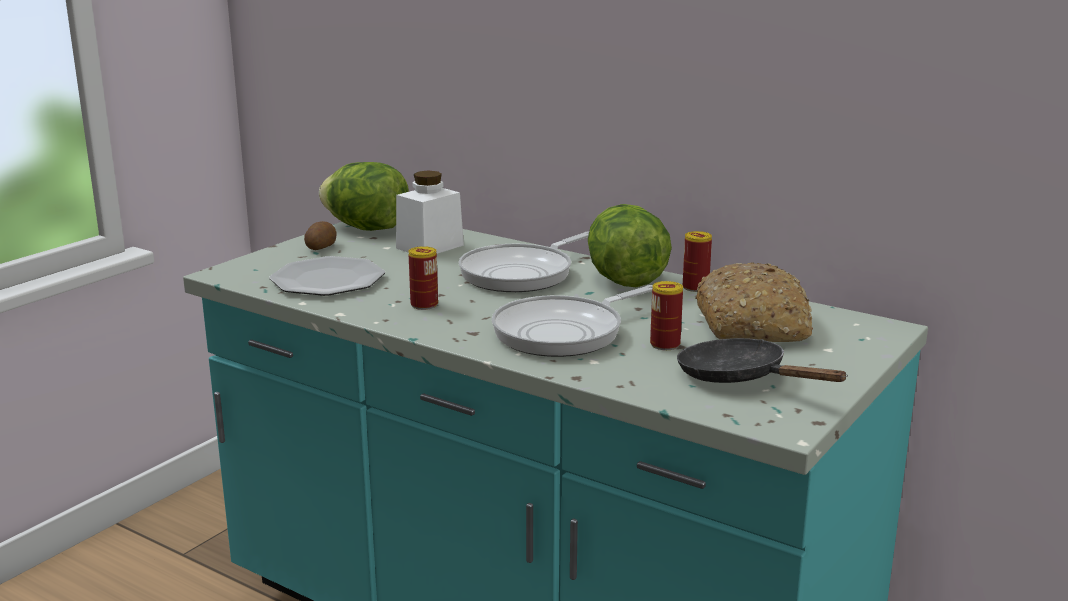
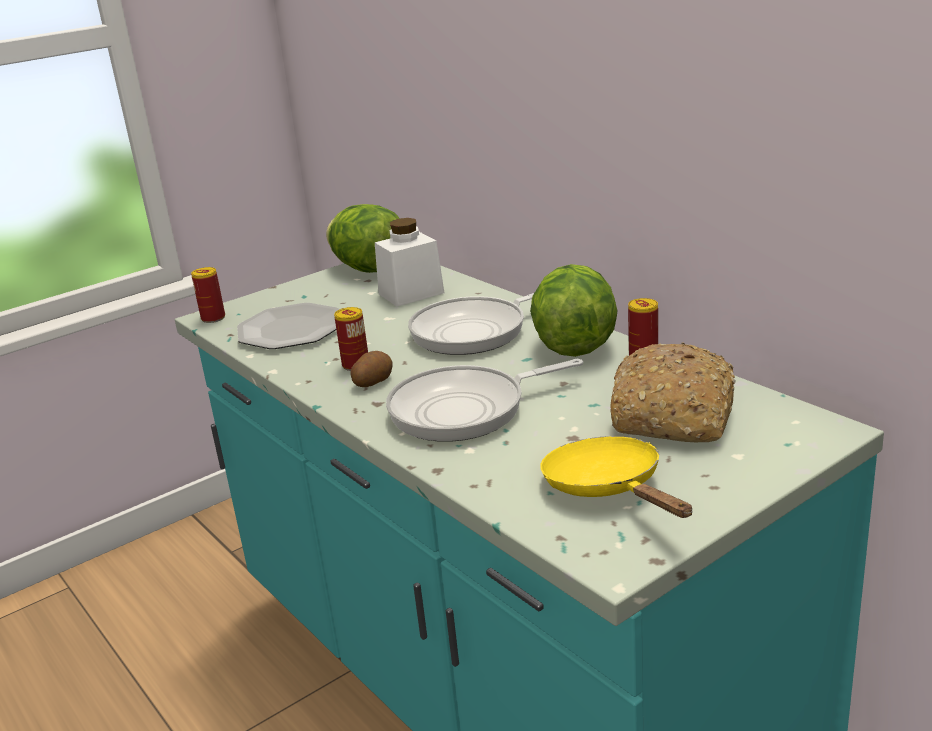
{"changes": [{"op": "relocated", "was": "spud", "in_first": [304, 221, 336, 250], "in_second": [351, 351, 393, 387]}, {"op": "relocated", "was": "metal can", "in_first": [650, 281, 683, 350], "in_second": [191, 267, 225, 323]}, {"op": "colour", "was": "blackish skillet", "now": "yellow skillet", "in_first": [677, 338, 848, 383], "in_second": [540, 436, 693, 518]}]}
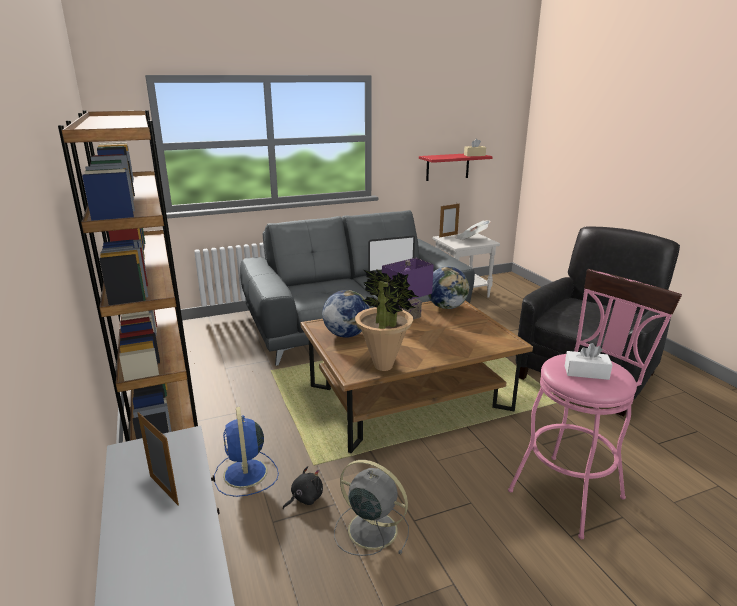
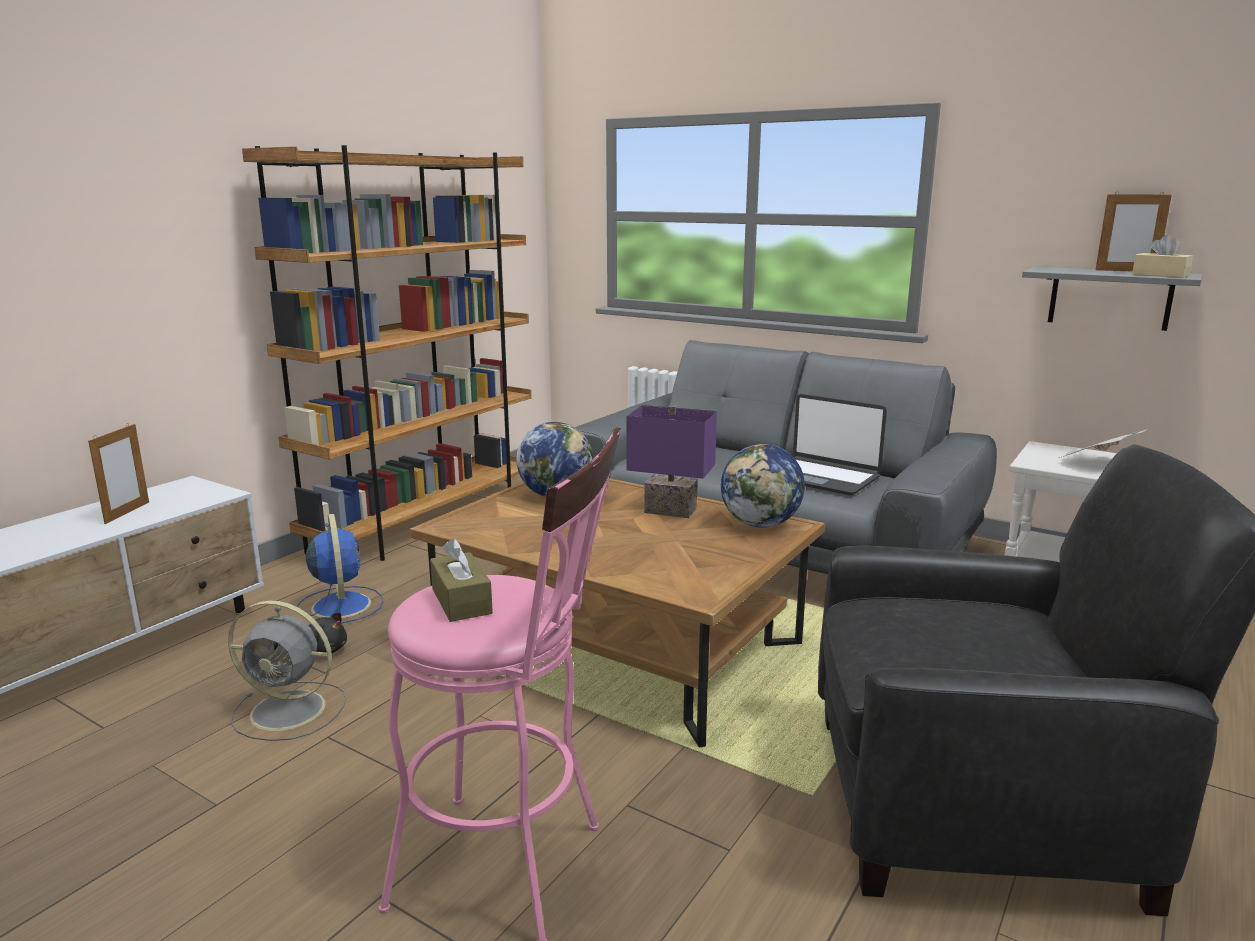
{"changes": [{"op": "spun", "was": "blue cooling fan", "in_first": [214, 407, 279, 497], "in_second": [297, 514, 383, 624], "clockwise": 120}, {"op": "spun", "was": "grey cooling fan", "in_first": [334, 460, 409, 556], "in_second": [228, 600, 346, 741], "clockwise": 105}, {"op": "missing", "was": "houseplant", "in_first": [355, 269, 418, 371]}, {"op": "colour", "was": "red-coloured shelf", "now": "grey shelf", "in_first": [419, 154, 493, 181], "in_second": [1022, 267, 1203, 331]}, {"op": "relocated", "was": "standing frame", "in_first": [439, 204, 460, 238], "in_second": [1096, 192, 1172, 271]}, {"op": "colour", "was": "white tissue holder", "now": "brown tissue holder", "in_first": [565, 343, 612, 380], "in_second": [430, 538, 493, 622]}]}
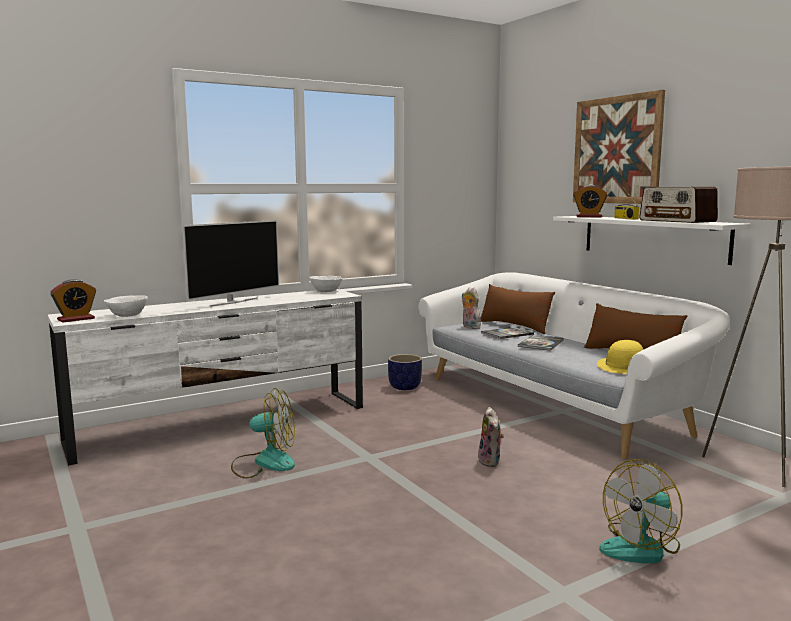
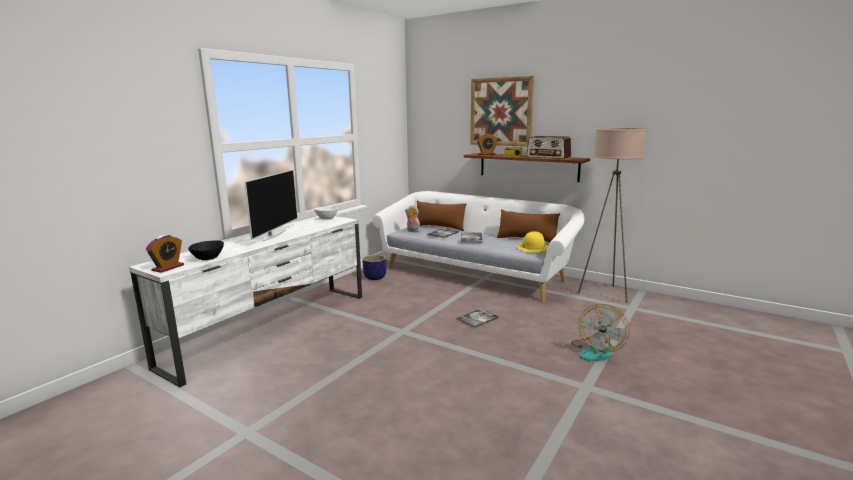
{"changes": [{"op": "colour", "was": "white deep dish", "now": "blackish deep dish", "in_first": [104, 295, 148, 317], "in_second": [188, 240, 224, 260]}, {"op": "missing", "was": "cooling fan", "in_first": [231, 388, 295, 478]}, {"op": "exchanged", "was": "cuddly toy", "now": "book", "in_first": [478, 407, 504, 467], "in_second": [456, 309, 499, 328]}, {"op": "colour", "was": "white shelf", "now": "brown shelf", "in_first": [553, 216, 751, 265], "in_second": [464, 153, 591, 182]}]}
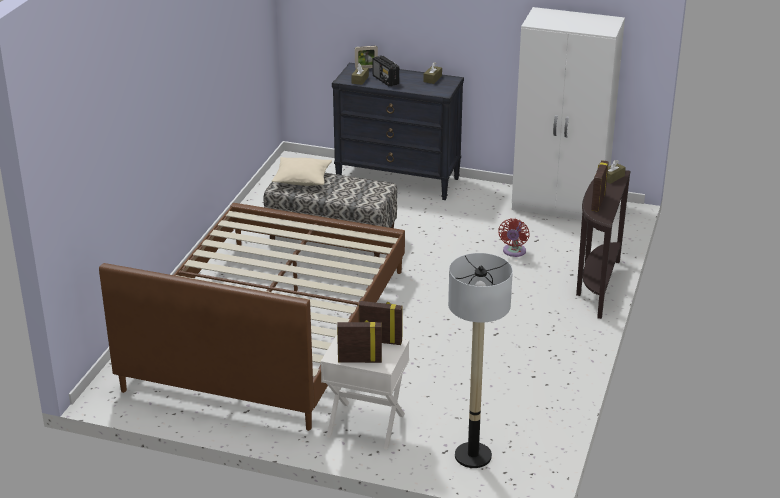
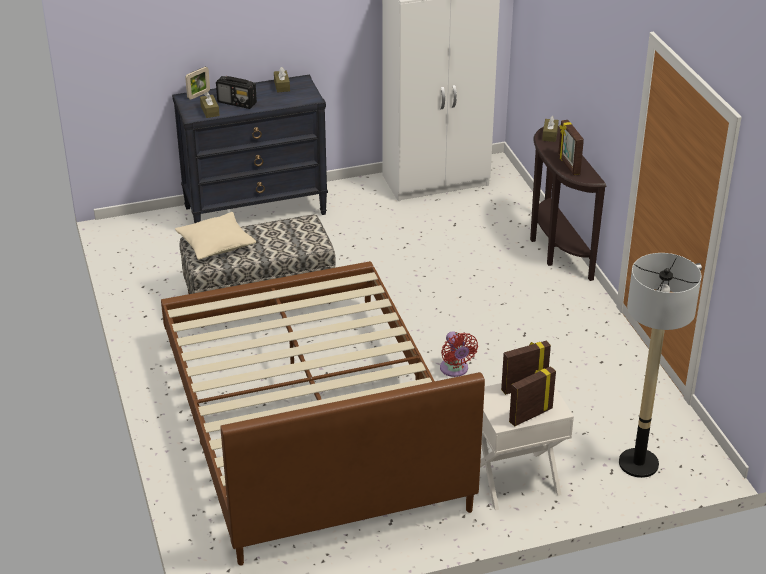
{"changes": [{"op": "relocated", "was": "red-coloured cooling fan", "in_first": [498, 218, 529, 257], "in_second": [440, 331, 478, 377]}]}
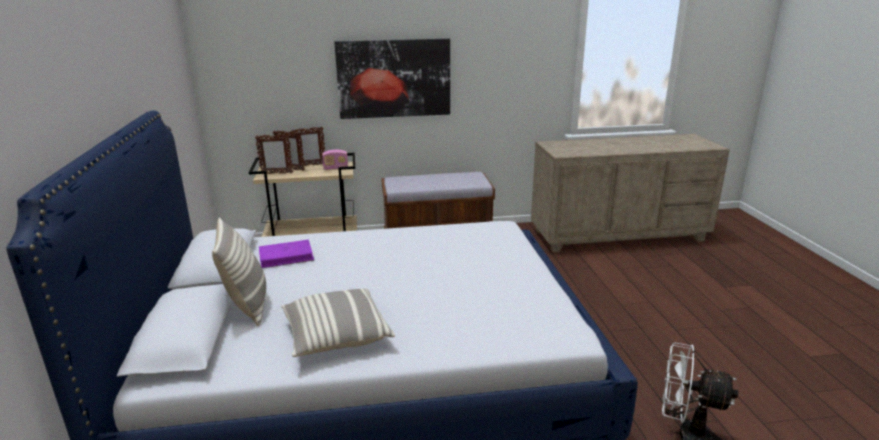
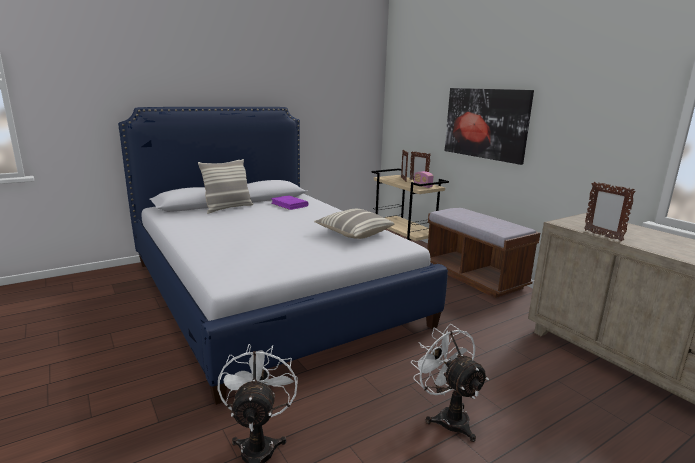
{"changes": [{"op": "relocated", "was": "standing frame", "in_first": [255, 134, 293, 174], "in_second": [584, 182, 636, 241]}, {"op": "relocated", "was": "cushion", "in_first": [281, 289, 395, 357], "in_second": [314, 209, 395, 239]}, {"op": "appeared", "now": "white cooling fan", "in_second": [411, 324, 489, 442]}]}
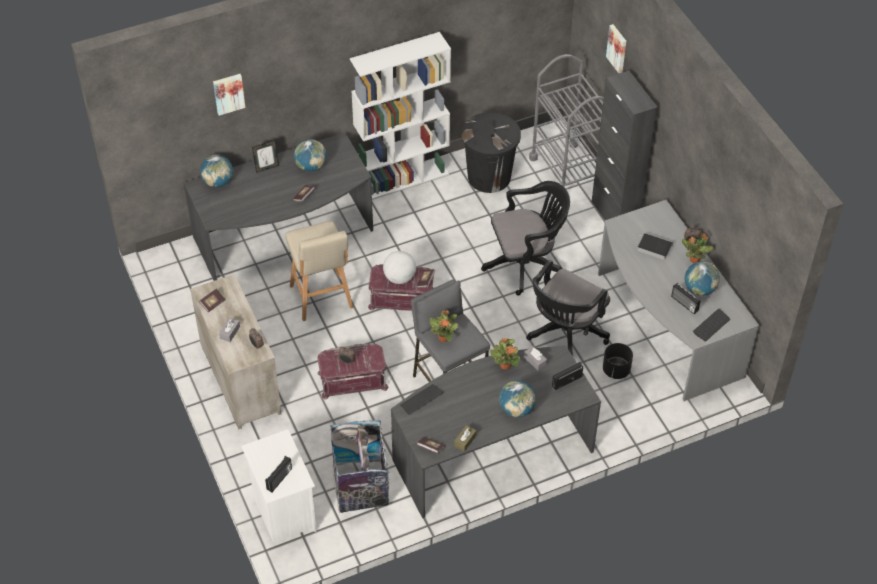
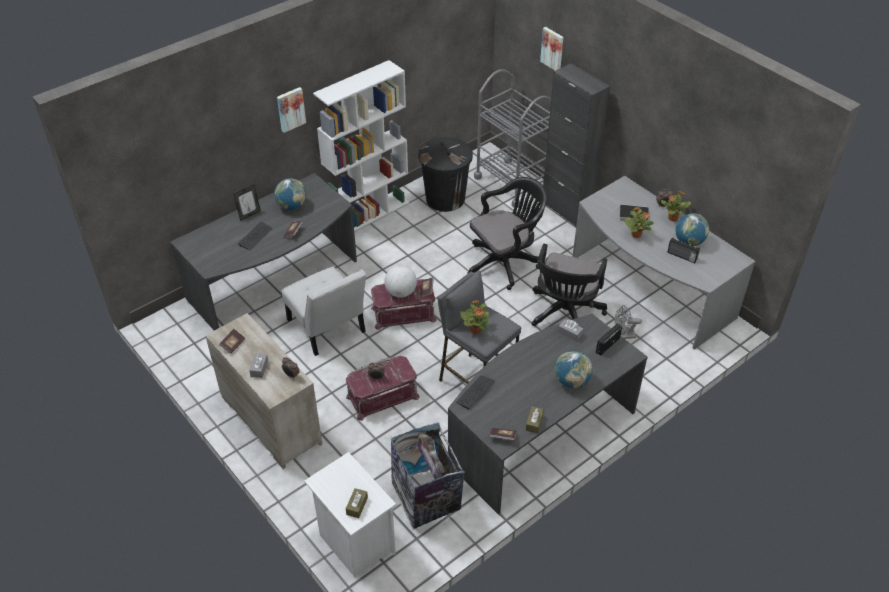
{"changes": [{"op": "missing", "was": "globe", "in_first": [200, 155, 233, 187]}, {"op": "relocated", "was": "wall art", "in_first": [213, 74, 246, 116], "in_second": [277, 87, 306, 133]}, {"op": "exchanged", "was": "radio", "now": "brown tissue holder", "in_first": [265, 456, 292, 493], "in_second": [346, 488, 368, 518]}, {"op": "exchanged", "was": "beige sitting stool", "now": "white plain chair", "in_first": [285, 221, 353, 321], "in_second": [282, 267, 366, 356]}, {"op": "relocated", "was": "houseplant", "in_first": [490, 338, 520, 370], "in_second": [625, 207, 654, 238]}, {"op": "exchanged", "was": "blackish flower pot", "now": "grey cooling fan", "in_first": [603, 343, 633, 379], "in_second": [615, 306, 642, 339]}, {"op": "relocated", "was": "keyboard", "in_first": [693, 309, 730, 342], "in_second": [238, 222, 272, 250]}]}
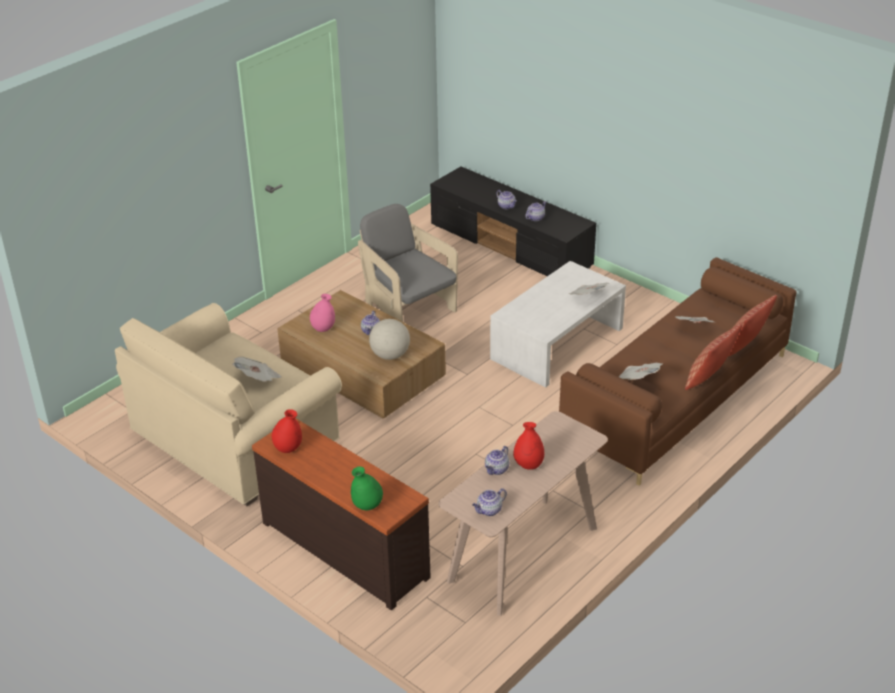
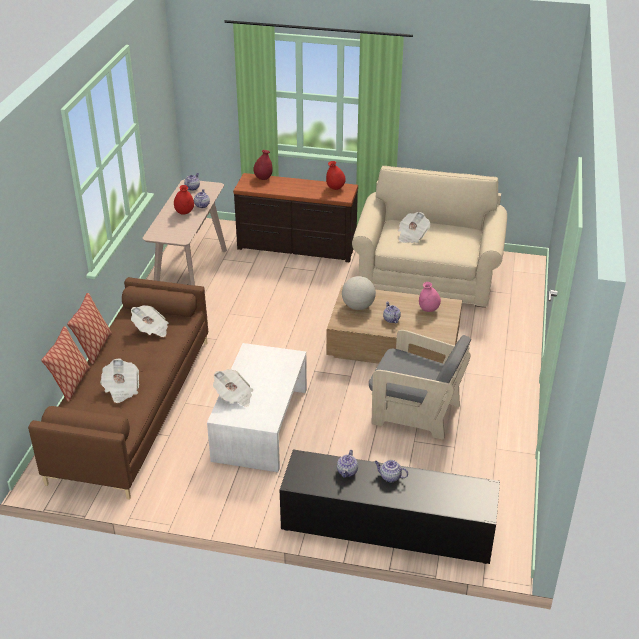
{"changes": [{"op": "colour", "was": "greenish vase", "now": "red-coloured vase", "in_first": [351, 466, 383, 510], "in_second": [253, 150, 272, 180]}]}
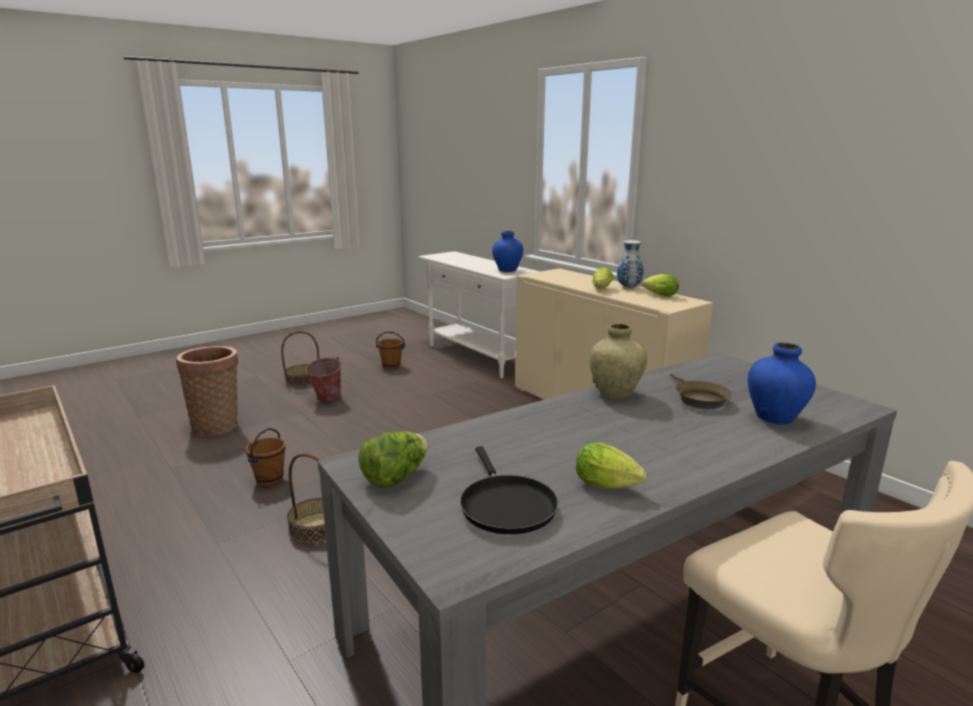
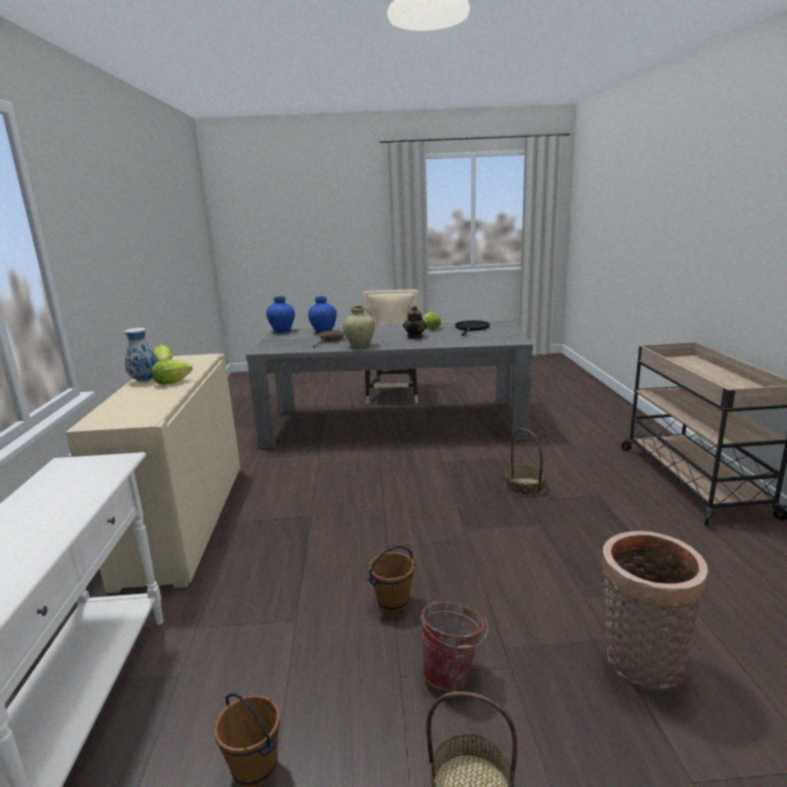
{"changes": [{"op": "relocated", "was": "brown pail", "in_first": [245, 428, 286, 486], "in_second": [367, 546, 416, 613]}, {"op": "missing", "was": "lettuce", "in_first": [358, 431, 428, 488]}, {"op": "relocated", "was": "blue vase", "in_first": [492, 231, 523, 272], "in_second": [266, 296, 295, 333]}, {"op": "appeared", "now": "pot for tea", "in_second": [403, 306, 427, 339]}]}
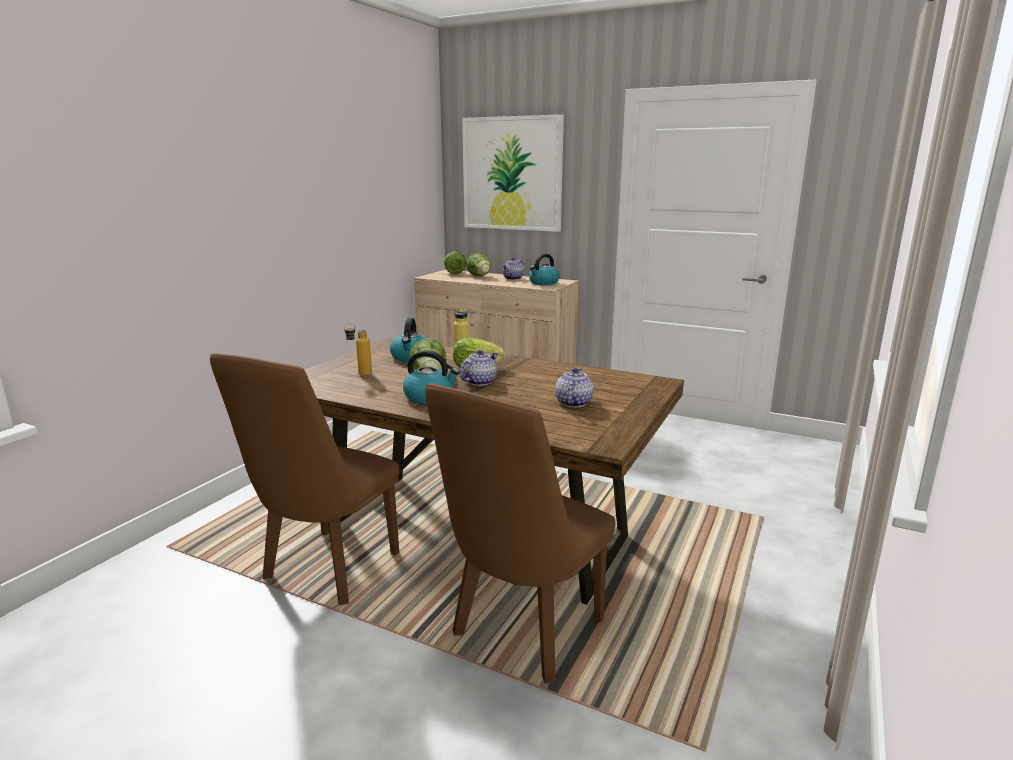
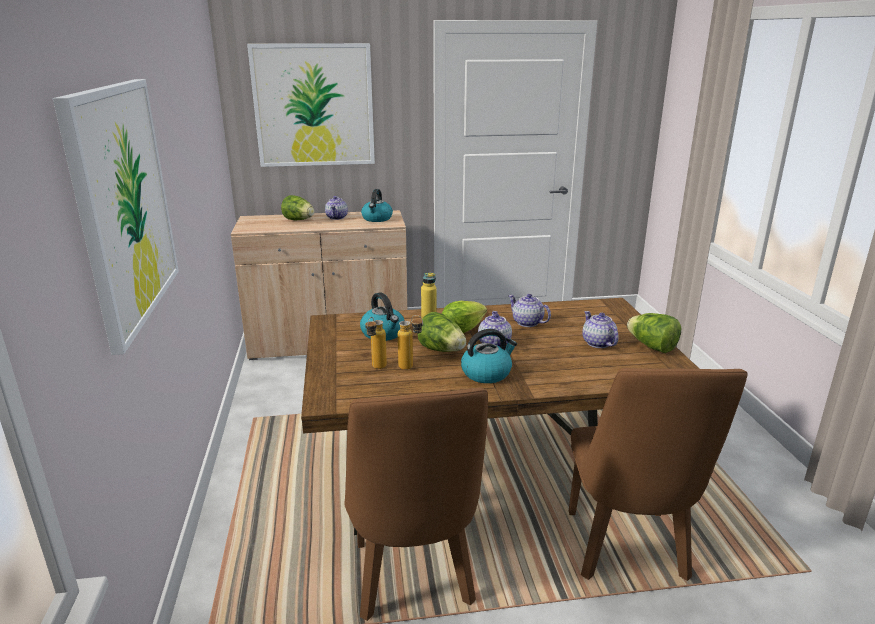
{"changes": [{"op": "relocated", "was": "lettuce", "in_first": [444, 252, 467, 274], "in_second": [627, 313, 681, 353]}, {"op": "appeared", "now": "wall art", "in_second": [53, 79, 179, 355]}, {"op": "appeared", "now": "bottle", "in_second": [398, 315, 423, 370]}, {"op": "appeared", "now": "pot for tea", "in_second": [508, 294, 551, 327]}]}
